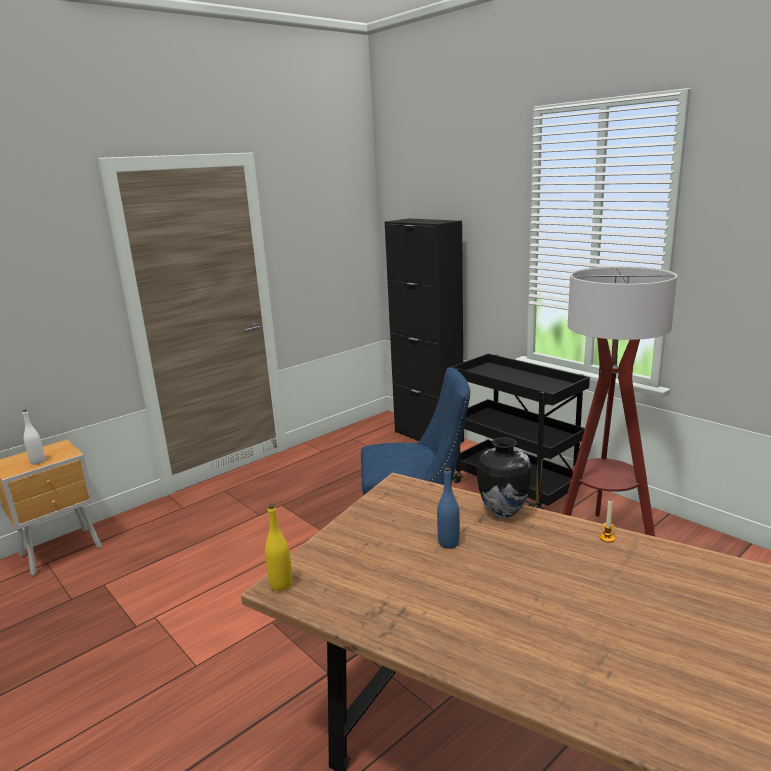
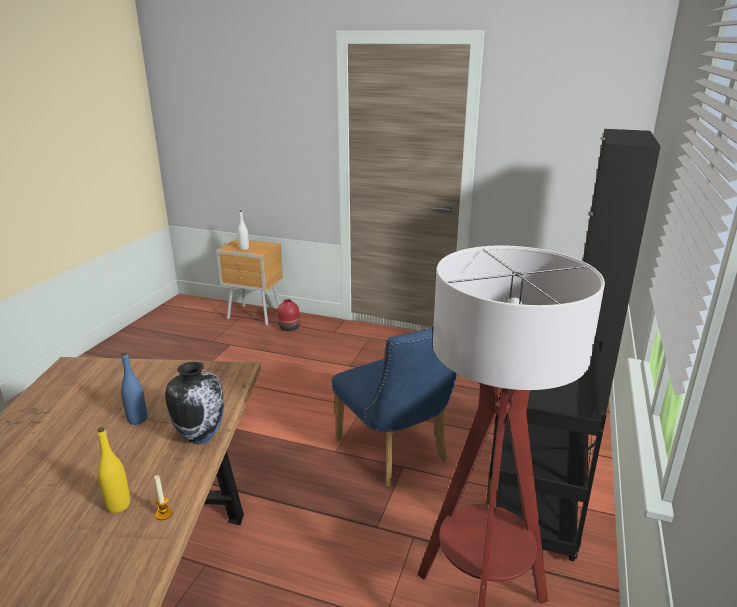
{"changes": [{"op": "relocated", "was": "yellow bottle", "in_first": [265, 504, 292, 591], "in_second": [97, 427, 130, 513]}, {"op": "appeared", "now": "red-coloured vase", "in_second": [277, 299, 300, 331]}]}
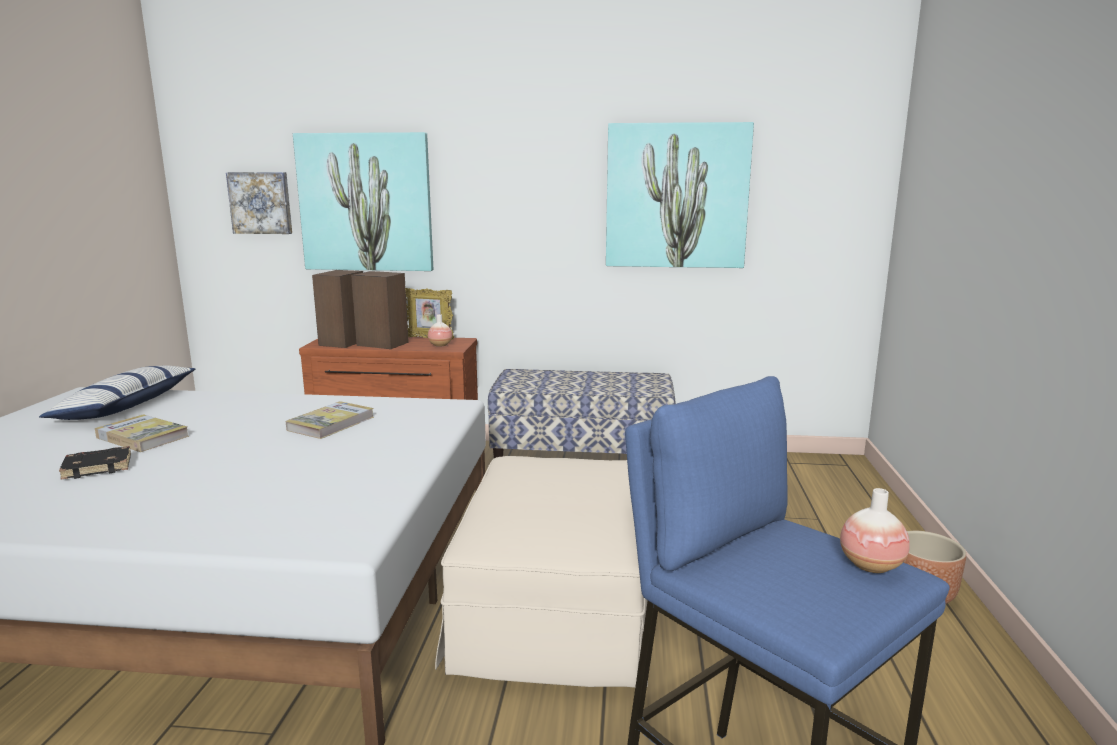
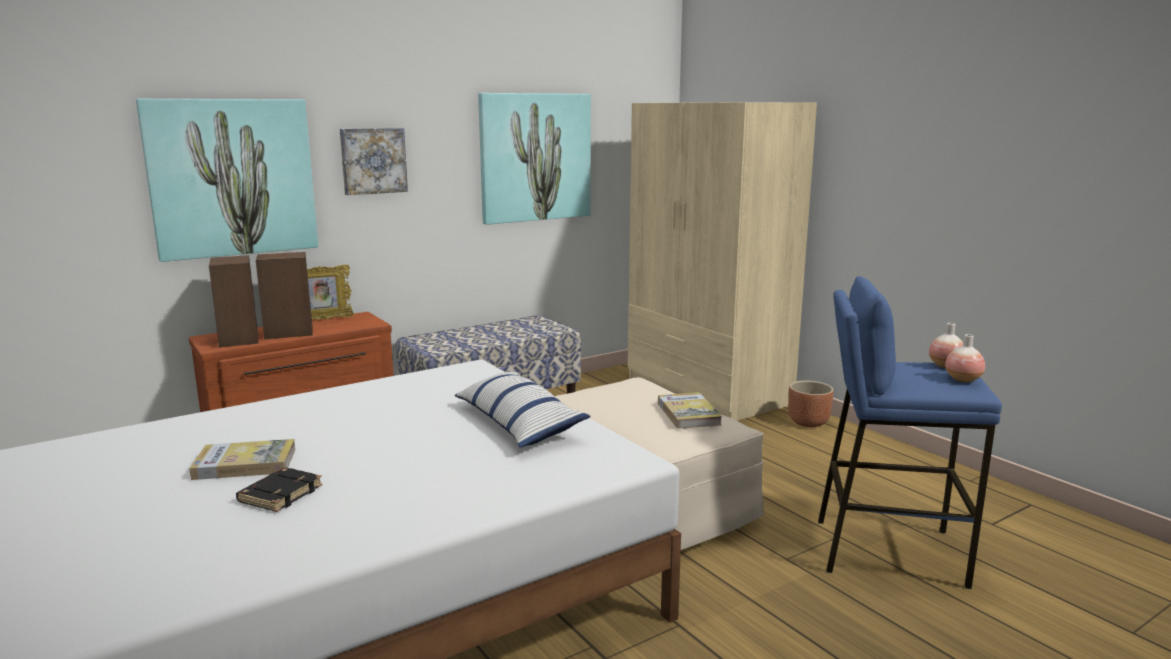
{"changes": [{"op": "relocated", "was": "cushion", "in_first": [39, 366, 195, 420], "in_second": [455, 371, 591, 448]}, {"op": "relocated", "was": "wall art", "in_first": [226, 172, 292, 234], "in_second": [340, 128, 408, 195]}, {"op": "relocated", "was": "book", "in_first": [286, 401, 374, 439], "in_second": [658, 392, 722, 429]}, {"op": "relocated", "was": "vase", "in_first": [428, 314, 452, 347], "in_second": [945, 334, 985, 382]}, {"op": "appeared", "now": "beige clothes cupboard", "in_second": [628, 102, 817, 421]}]}
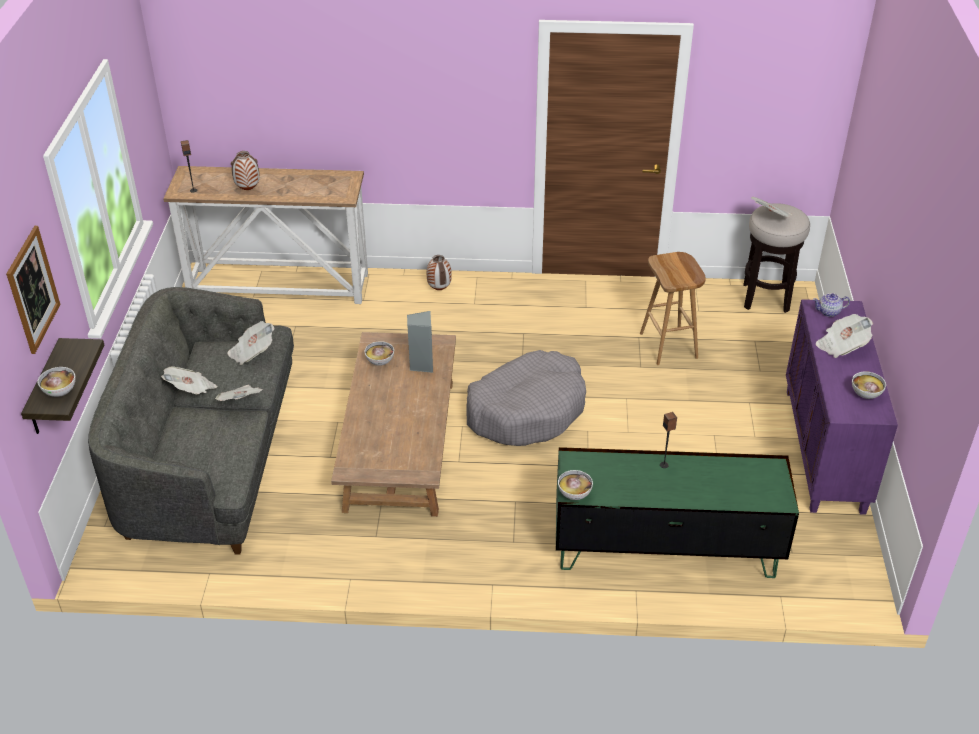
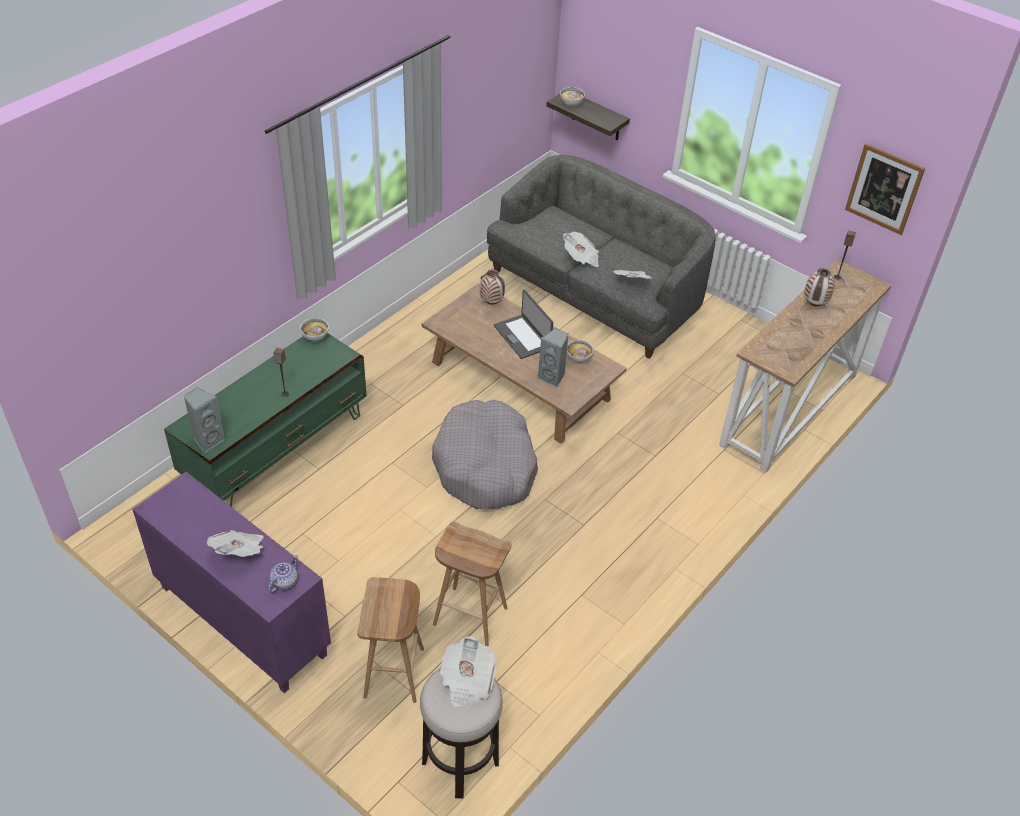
{"changes": [{"op": "relocated", "was": "wall art", "in_first": [6, 226, 60, 354], "in_second": [845, 143, 925, 235]}, {"op": "missing", "was": "printed paper", "in_first": [161, 366, 217, 394]}, {"op": "relocated", "was": "vase", "in_first": [427, 255, 452, 290], "in_second": [480, 269, 505, 305]}, {"op": "missing", "was": "deep dish", "in_first": [852, 371, 886, 399]}, {"op": "appeared", "now": "grey speaker", "in_second": [184, 387, 225, 453]}, {"op": "appeared", "now": "brown sitting stool", "in_second": [357, 577, 424, 703]}, {"op": "appeared", "now": "notebook computer", "in_second": [494, 290, 553, 359]}]}
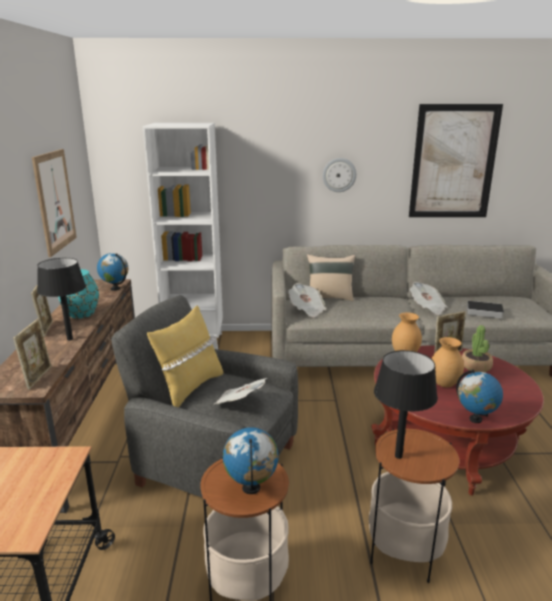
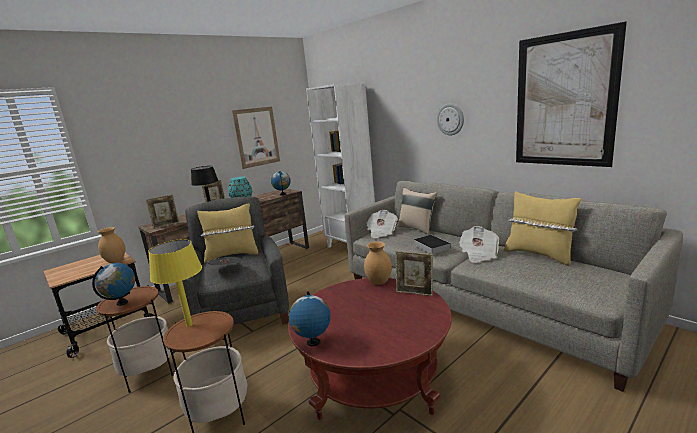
{"changes": [{"op": "colour", "was": "blackish table lamp", "now": "yellow table lamp", "in_first": [374, 350, 438, 459], "in_second": [148, 239, 202, 327]}, {"op": "relocated", "was": "brown vase", "in_first": [432, 337, 464, 387], "in_second": [98, 227, 125, 263]}, {"op": "relocated", "was": "book", "in_first": [461, 301, 504, 318], "in_second": [414, 235, 451, 254]}, {"op": "missing", "was": "houseplant", "in_first": [462, 325, 493, 372]}, {"op": "appeared", "now": "yellow cushion", "in_second": [503, 191, 581, 266]}]}
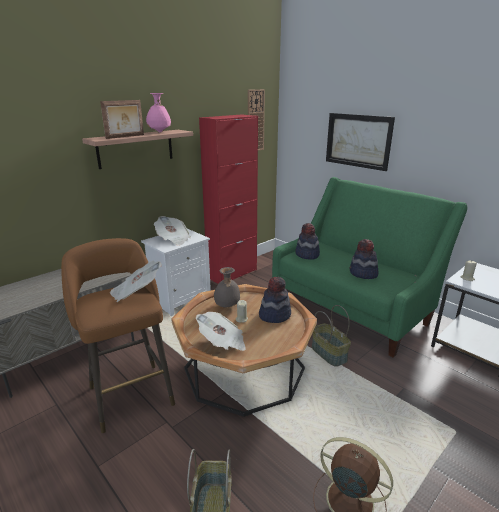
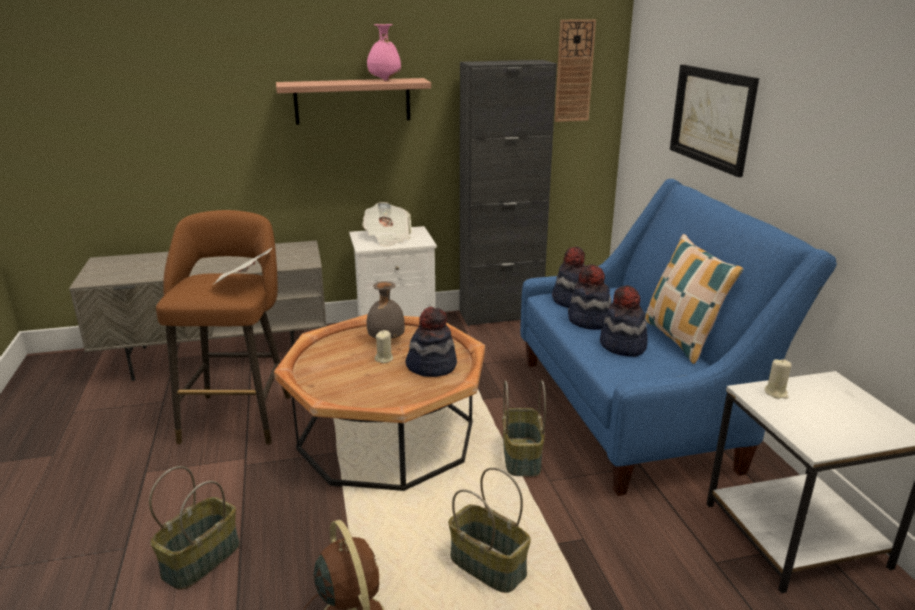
{"changes": [{"op": "missing", "was": "standing frame", "in_first": [100, 100, 144, 139]}, {"op": "missing", "was": "printed paper", "in_first": [196, 312, 246, 351]}, {"op": "colour", "was": "red-coloured storage cabinet", "now": "blackish storage cabinet", "in_first": [199, 114, 258, 284], "in_second": [460, 60, 557, 326]}, {"op": "colour", "was": "greenish couch", "now": "blue couch", "in_first": [272, 177, 467, 358], "in_second": [520, 179, 837, 496]}, {"op": "appeared", "now": "household basket", "in_second": [448, 467, 531, 593]}, {"op": "appeared", "now": "hat", "in_second": [568, 264, 611, 330]}, {"op": "appeared", "now": "cushion", "in_second": [645, 234, 743, 364]}]}
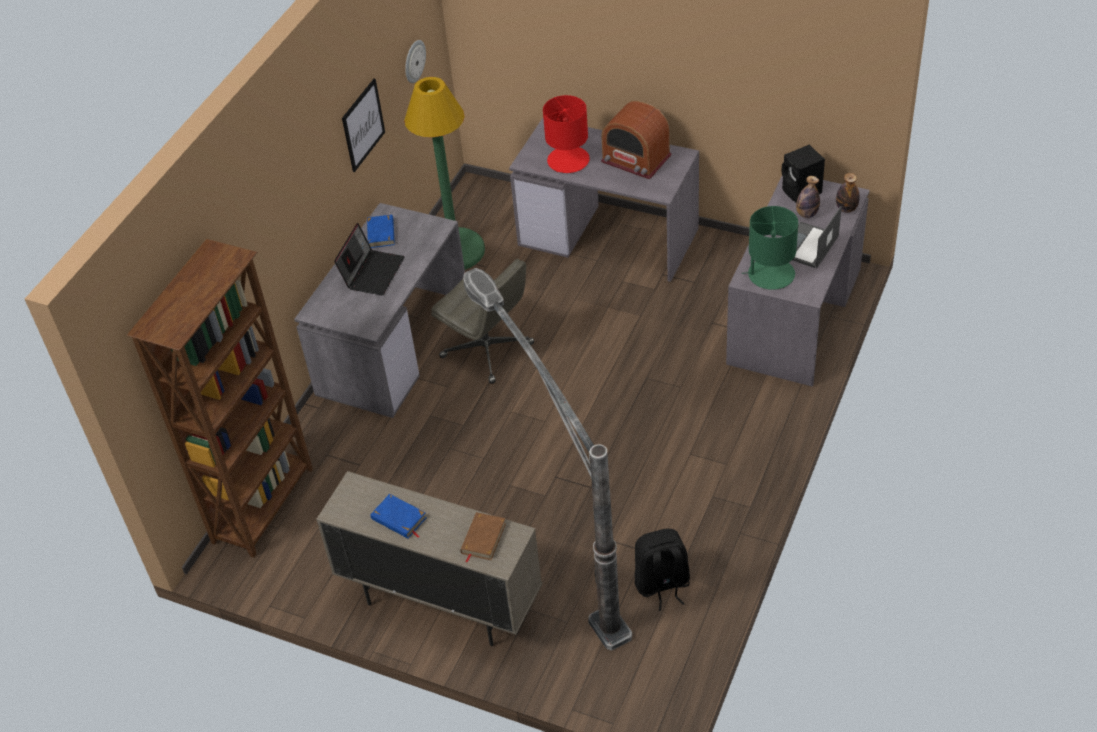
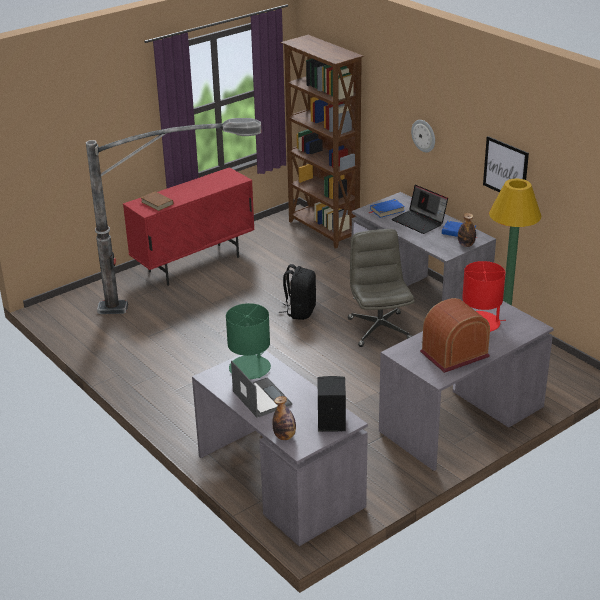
{"changes": [{"op": "colour", "was": "beige storage cabinet", "now": "red-coloured storage cabinet", "in_first": [316, 471, 542, 646], "in_second": [123, 167, 255, 286]}, {"op": "relocated", "was": "blue book", "in_first": [371, 494, 427, 538], "in_second": [369, 199, 405, 218]}, {"op": "relocated", "was": "hanging clock", "in_first": [405, 40, 426, 83], "in_second": [411, 120, 435, 152]}, {"op": "spun", "was": "grey office chair", "in_first": [431, 259, 534, 384], "in_second": [348, 229, 414, 347], "clockwise": 105}, {"op": "relocated", "was": "blackish knapsack", "in_first": [635, 529, 690, 611], "in_second": [279, 264, 316, 320]}, {"op": "relocated", "was": "bottle", "in_first": [796, 176, 820, 218], "in_second": [458, 213, 476, 247]}]}
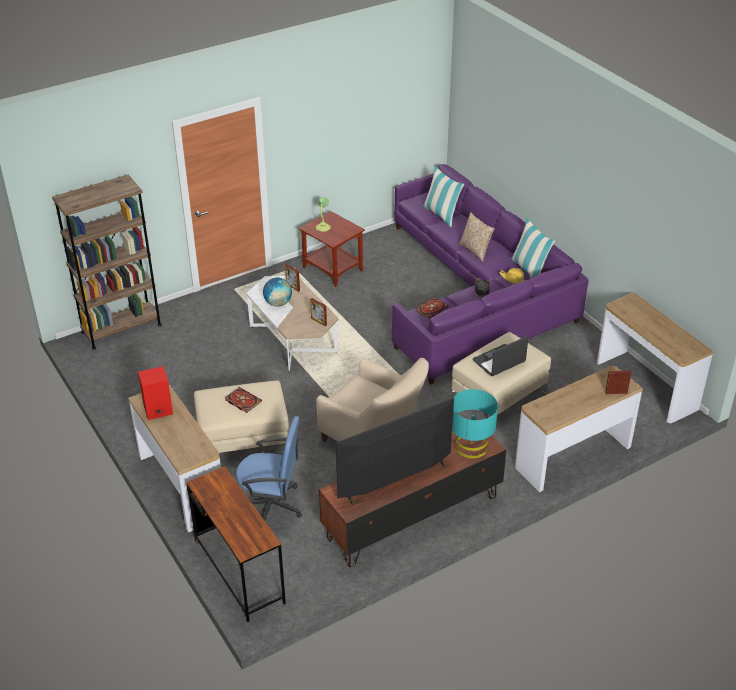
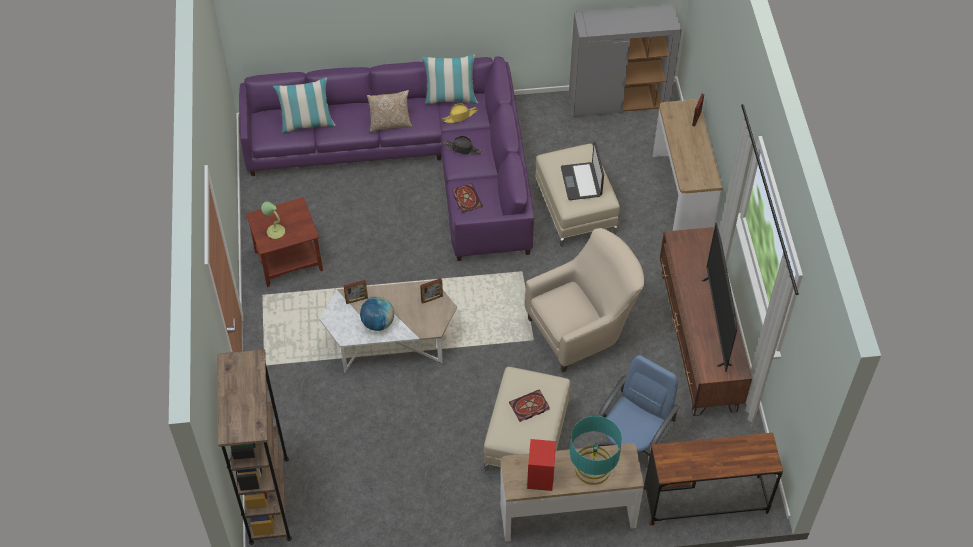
{"changes": [{"op": "relocated", "was": "turquoise-coloured table lamp", "in_first": [452, 389, 498, 458], "in_second": [570, 416, 622, 485]}, {"op": "exchanged", "was": "hall table", "now": "grey storage cabinet", "in_first": [597, 292, 713, 423], "in_second": [569, 4, 682, 117]}]}
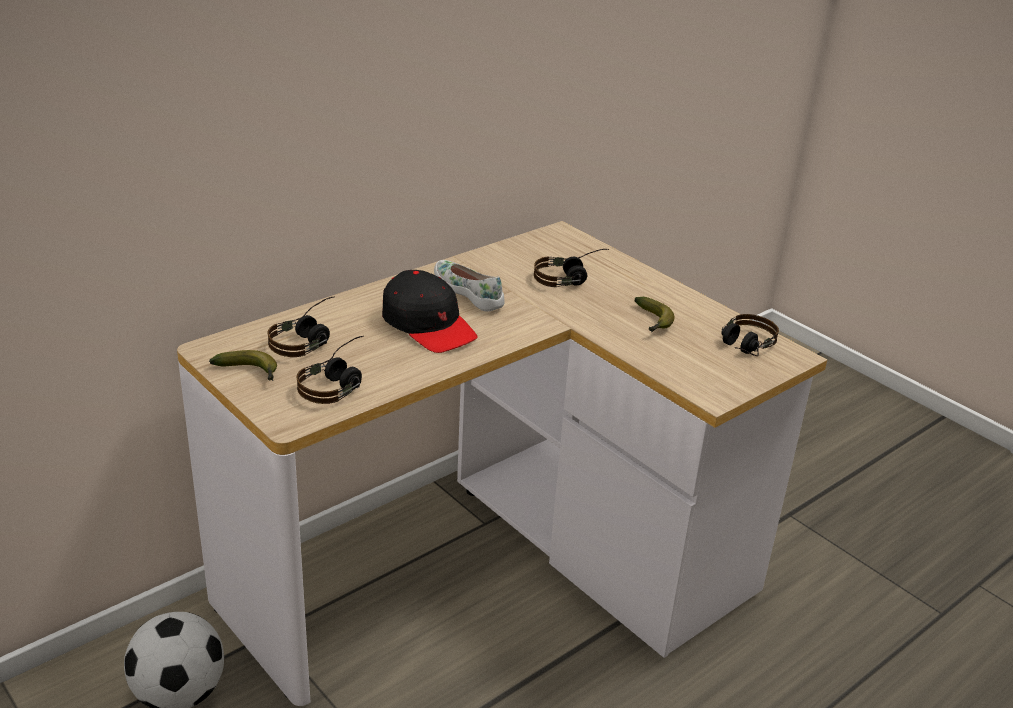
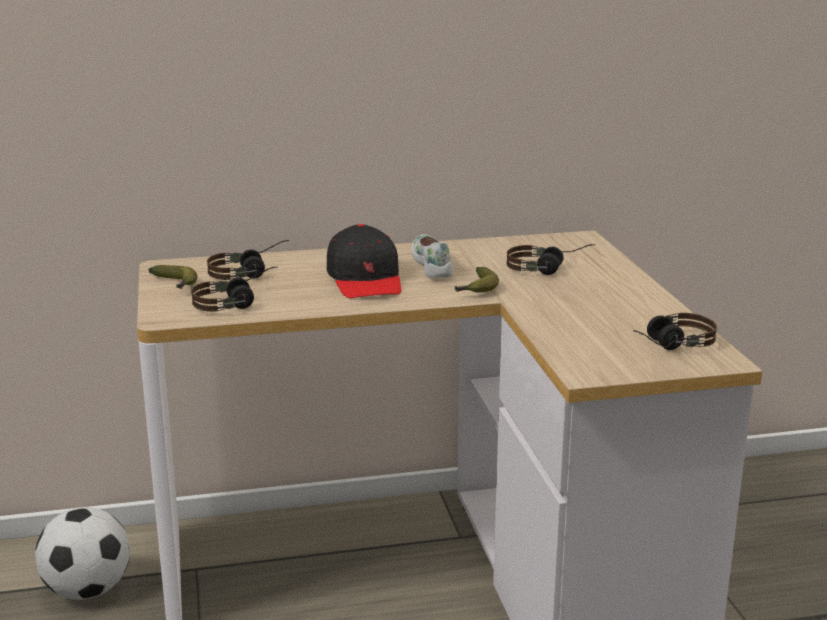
{"changes": [{"op": "relocated", "was": "banana fruit", "in_first": [635, 297, 675, 332], "in_second": [455, 267, 499, 293]}]}
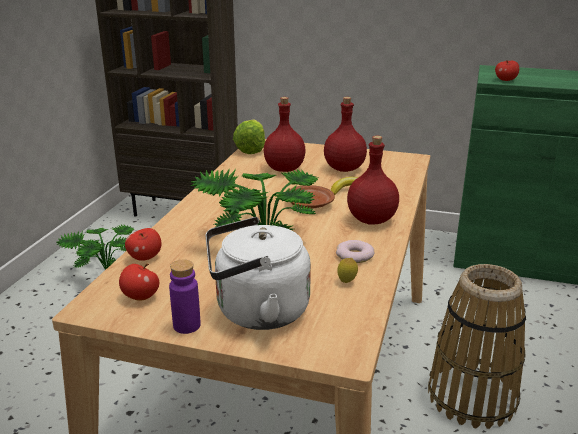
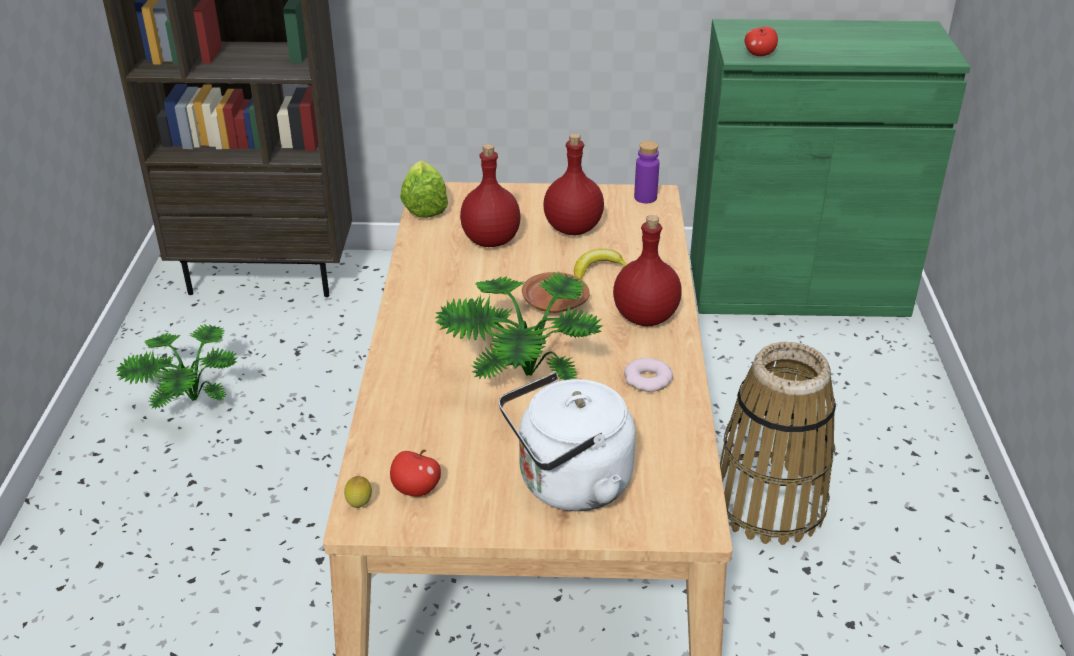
{"changes": [{"op": "missing", "was": "apple fruit", "in_first": [125, 228, 162, 261]}, {"op": "relocated", "was": "purplish bottle", "in_first": [169, 260, 201, 334], "in_second": [634, 141, 659, 203]}, {"op": "relocated", "was": "lemon", "in_first": [337, 258, 358, 283], "in_second": [344, 476, 372, 508]}]}
